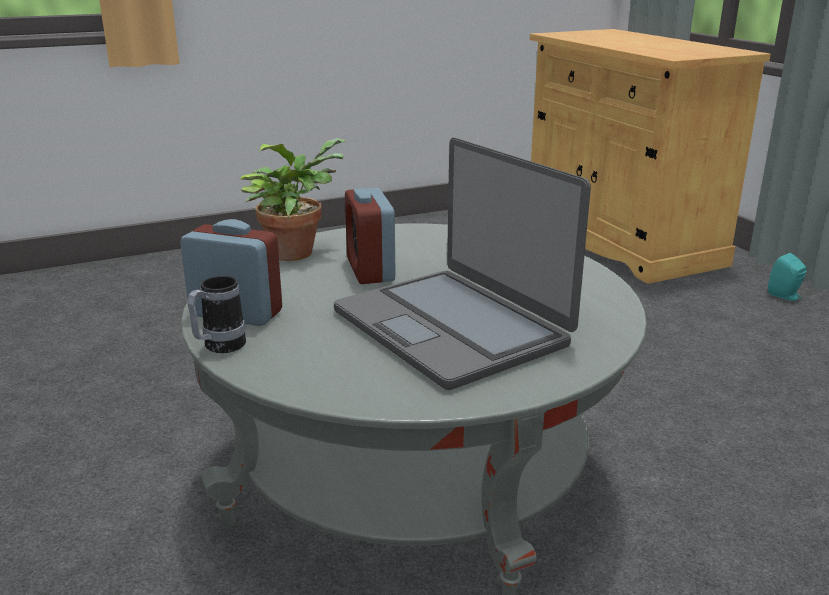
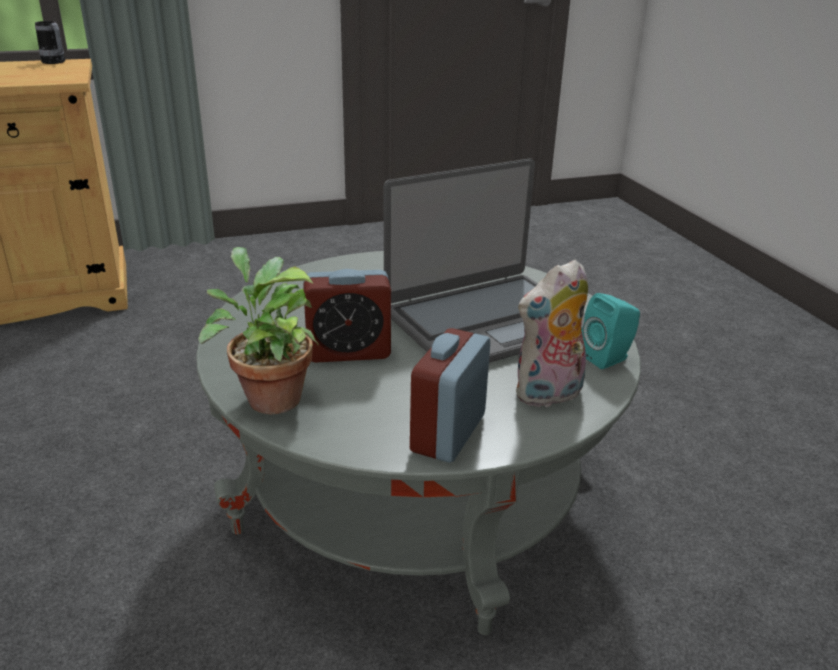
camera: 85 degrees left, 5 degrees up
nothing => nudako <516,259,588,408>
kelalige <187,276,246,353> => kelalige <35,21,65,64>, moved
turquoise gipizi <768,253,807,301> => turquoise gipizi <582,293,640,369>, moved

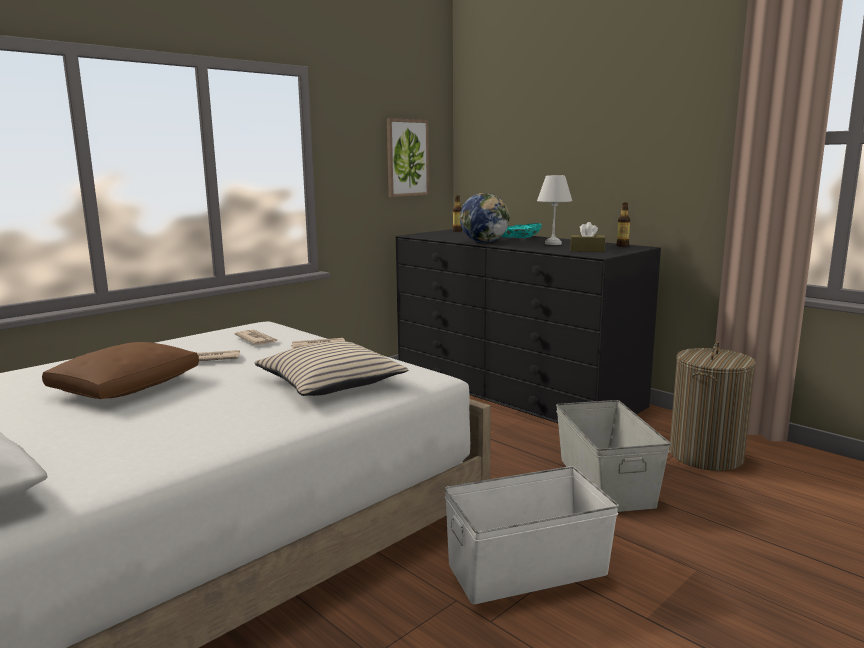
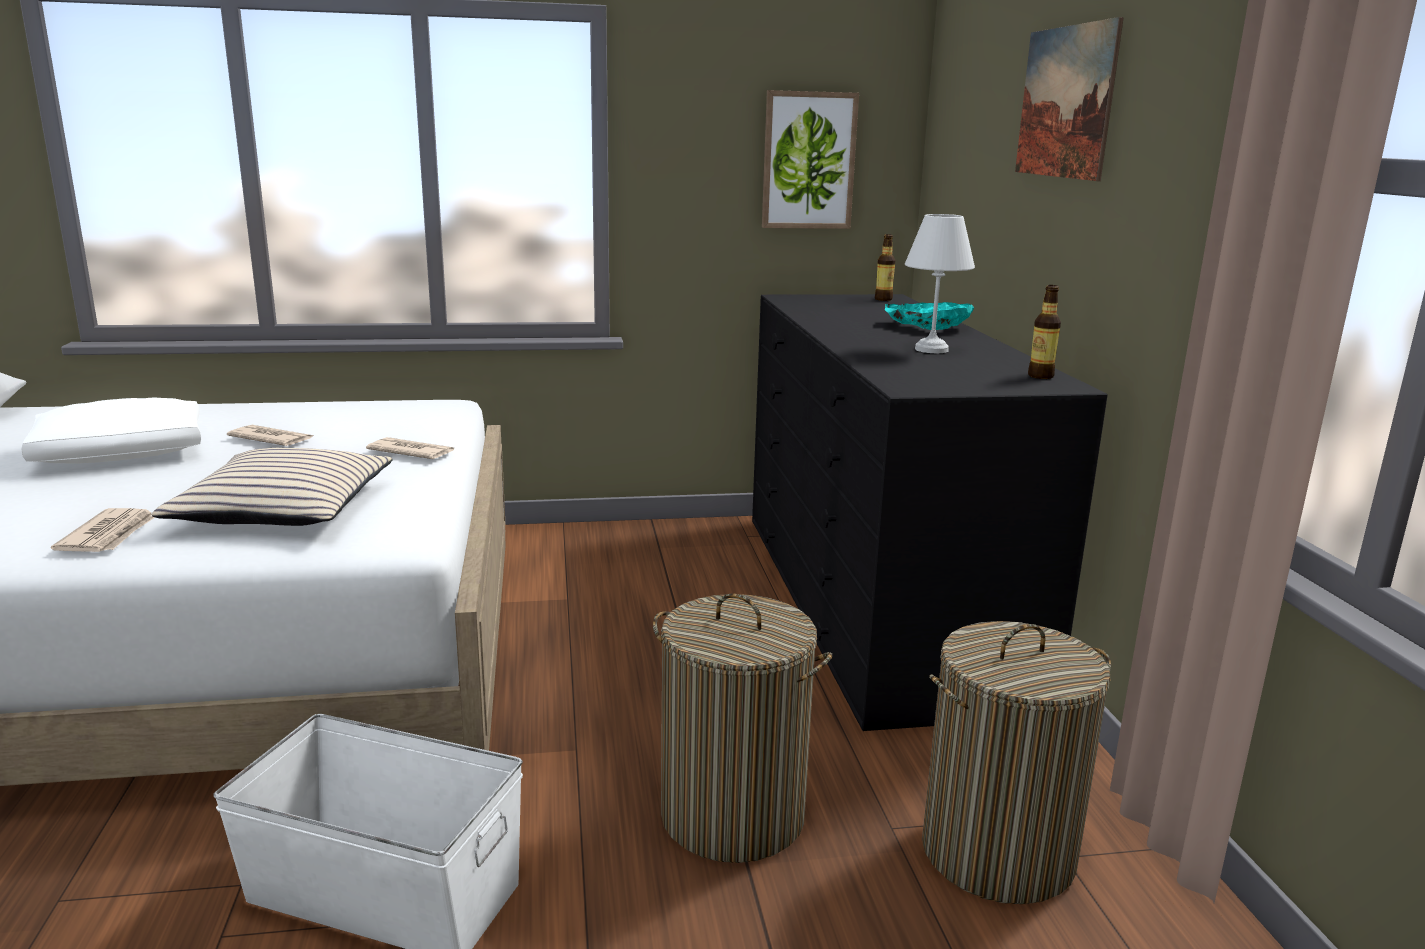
camera: 35 degrees right, 5 degrees up
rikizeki <460,193,510,243> => nothing
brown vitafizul <570,222,606,252> => nothing
nothing => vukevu <1015,17,1124,181>
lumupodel <234,330,278,345> => lumupodel <51,508,155,552>, moved
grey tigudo <556,400,671,512> => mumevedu <653,593,832,863>
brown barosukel <42,342,199,399> => white barosukel <21,397,201,464>

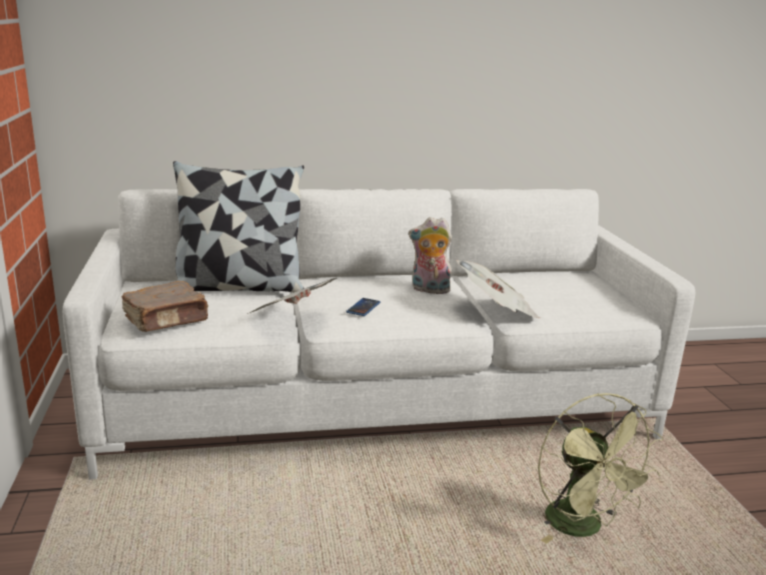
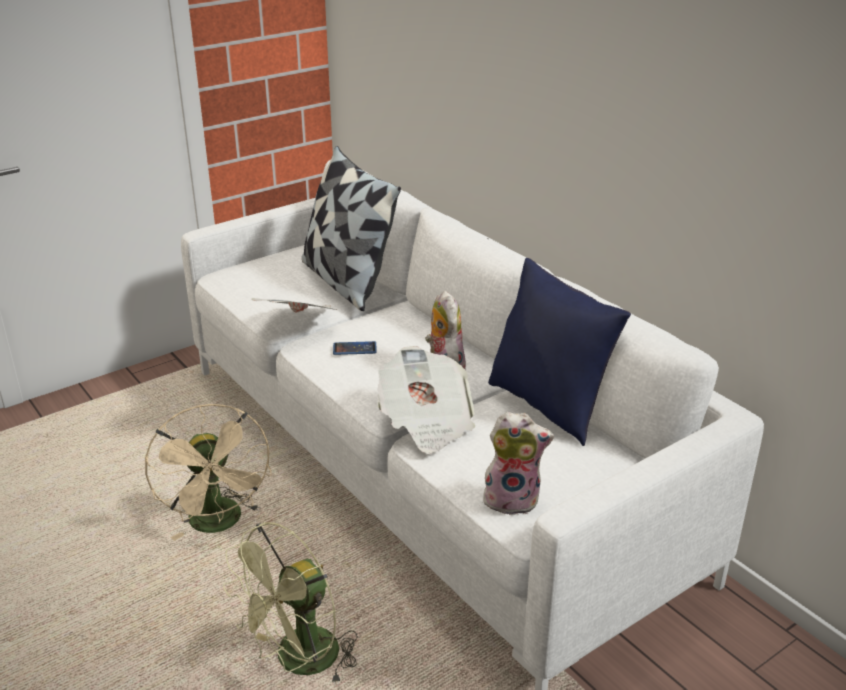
camera: 65 degrees right, 10 degrees up
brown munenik <121,281,209,332> => nothing
nothing => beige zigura <145,404,272,541>
nothing => nudako <483,412,554,515>
nothing => blue barosukel <488,258,631,446>

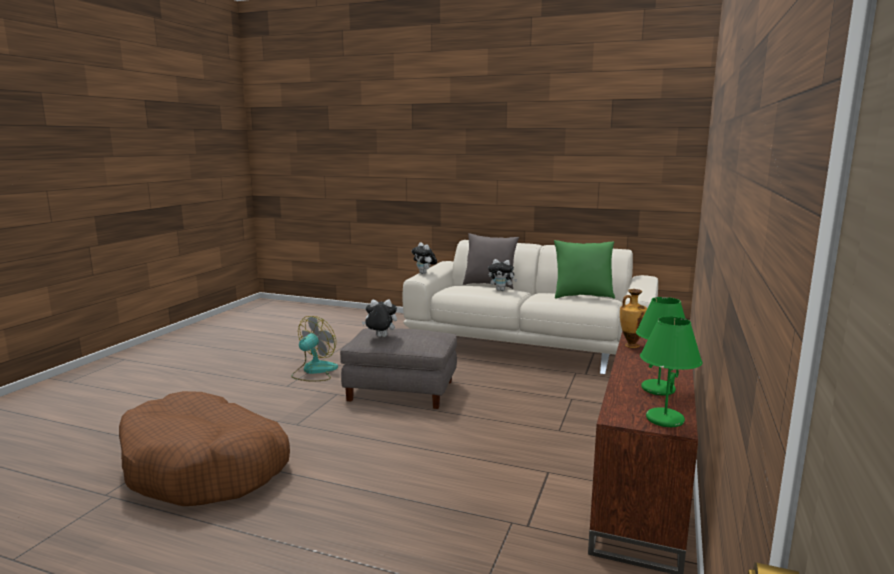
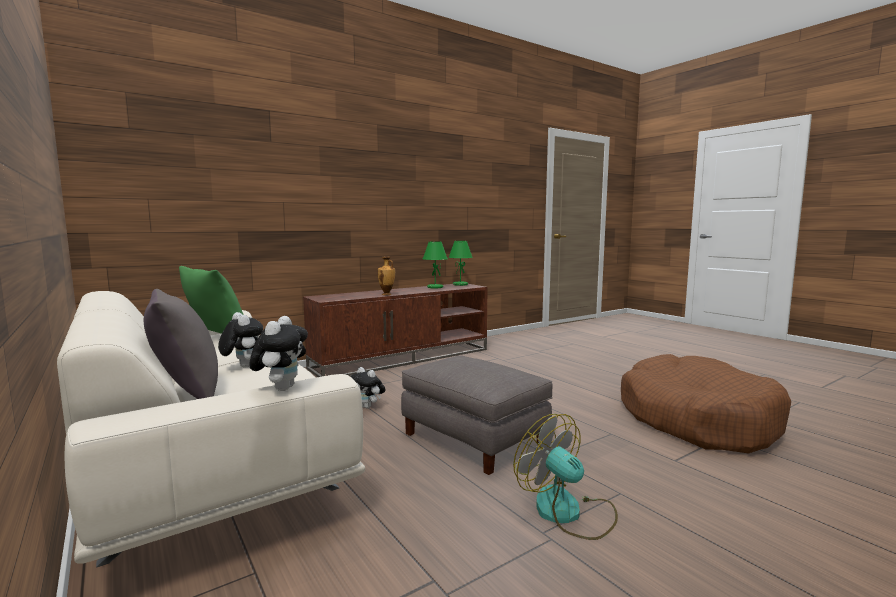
camera: 145 degrees left, 5 degrees down
nudako <362,299,397,337> => nudako <350,367,386,408>, moved
zigura <291,316,338,381> => zigura <513,414,618,540>, 75 degrees clockwise

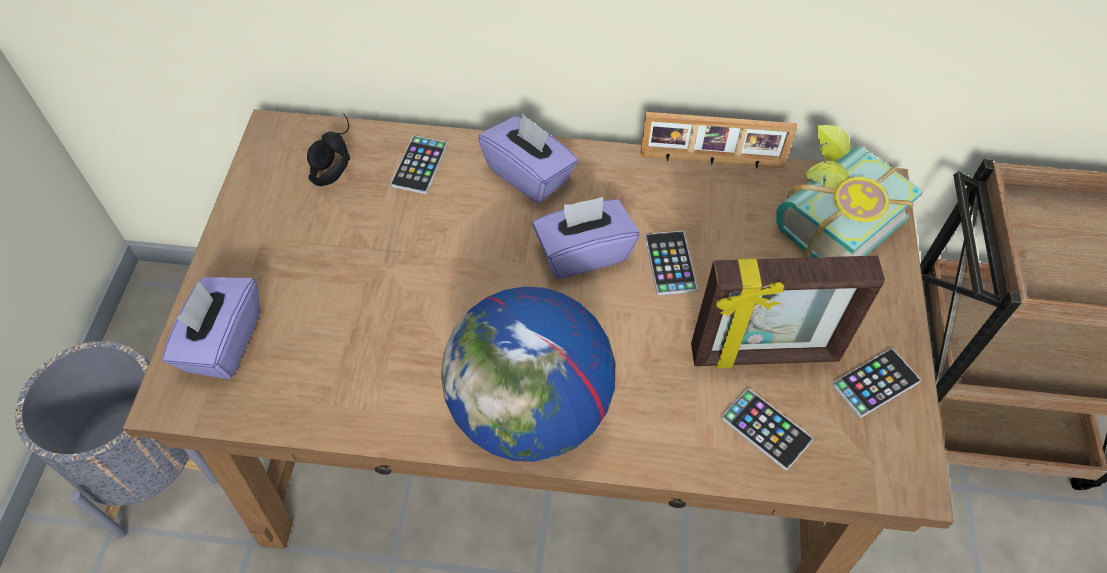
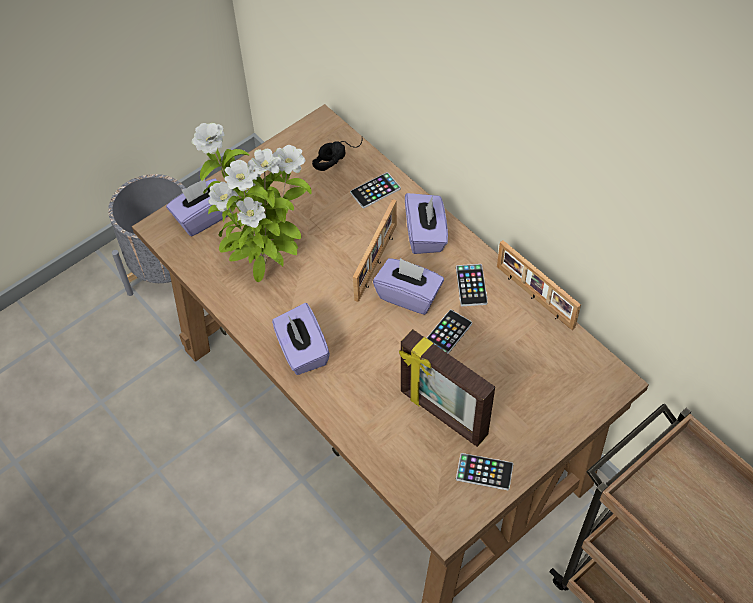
camera: 45 degrees right, 0 degrees up
munenik <776,125,924,258> => nothing
nothing => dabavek <191,123,312,282>
nothing => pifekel <353,199,397,302>
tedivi <721,389,813,470> => tedivi <456,264,488,306>, moved
rikizeki <441,287,615,462> => purple vitafizul <272,303,330,375>

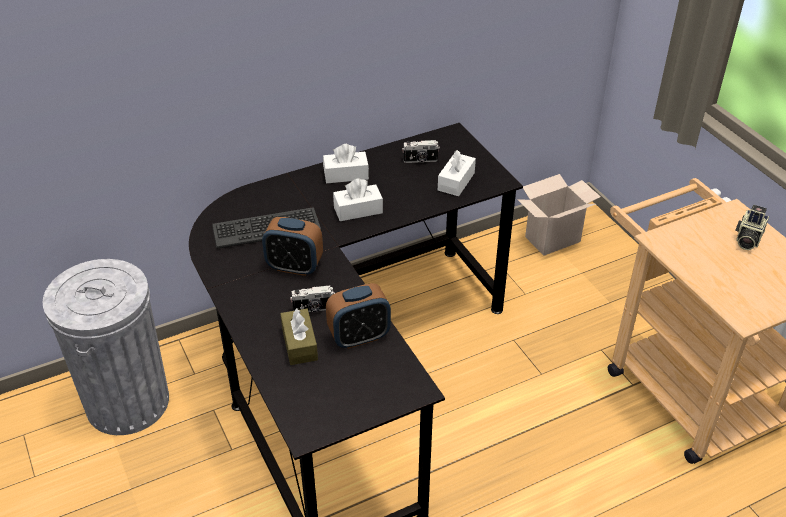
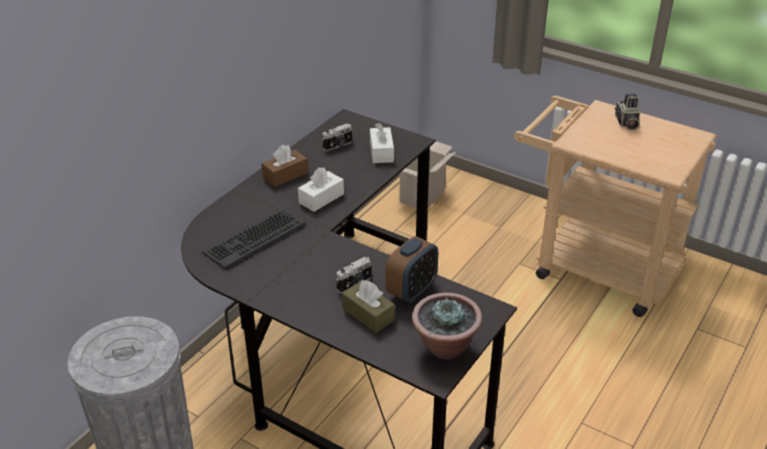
camera: 30 degrees left, 5 degrees down
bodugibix <262,217,323,276> => nothing
nothing => dabavek <412,293,482,359>
white vitafizul <323,144,369,183> => brown vitafizul <261,145,308,187>

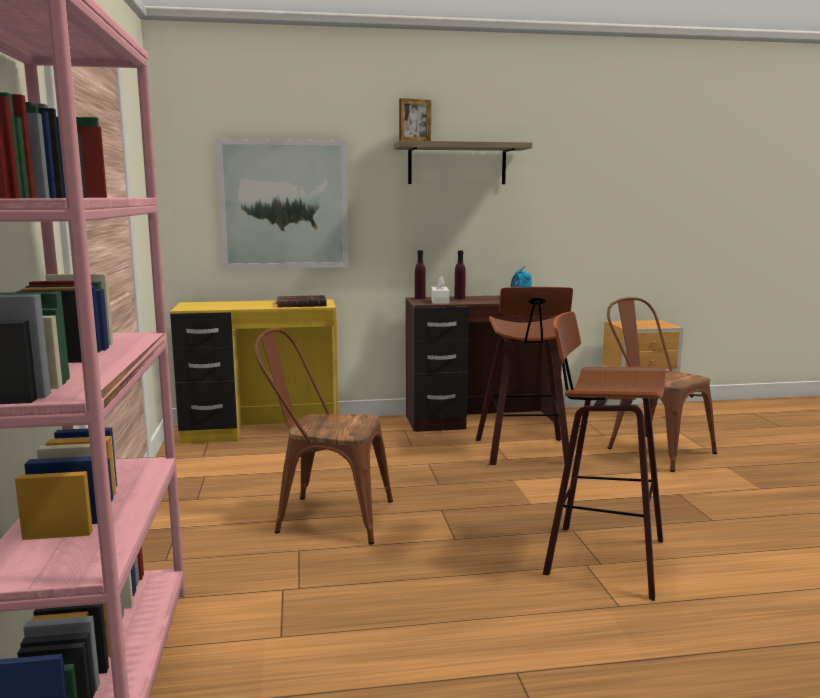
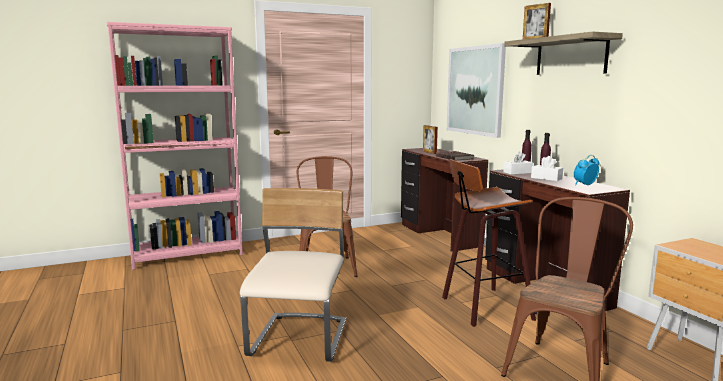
camera: 75 degrees right, 0 degrees up
nothing => pifekel <423,125,438,154>
nothing => white vitafizul <531,156,563,181>
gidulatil <543,312,666,601> => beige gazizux <240,188,346,362>
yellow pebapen <170,299,339,444> => brown pebapen <401,148,488,252>

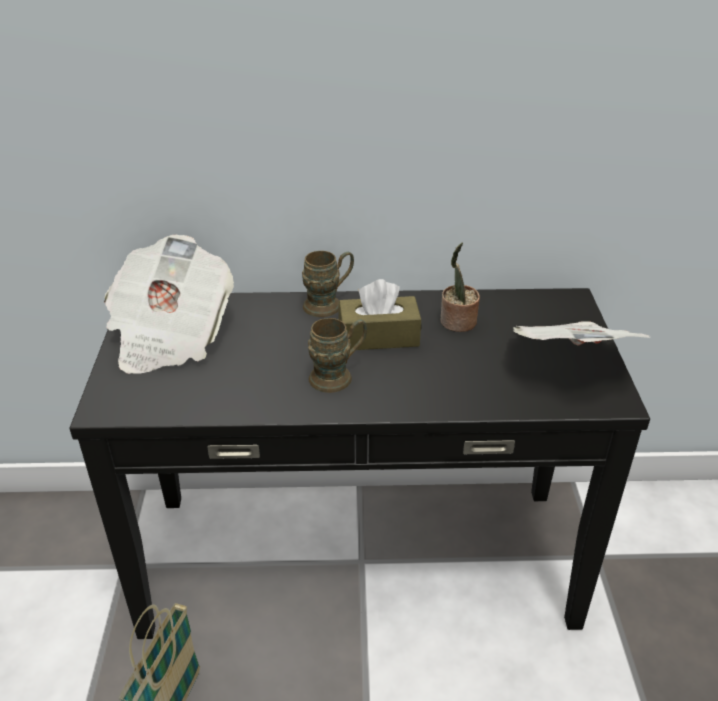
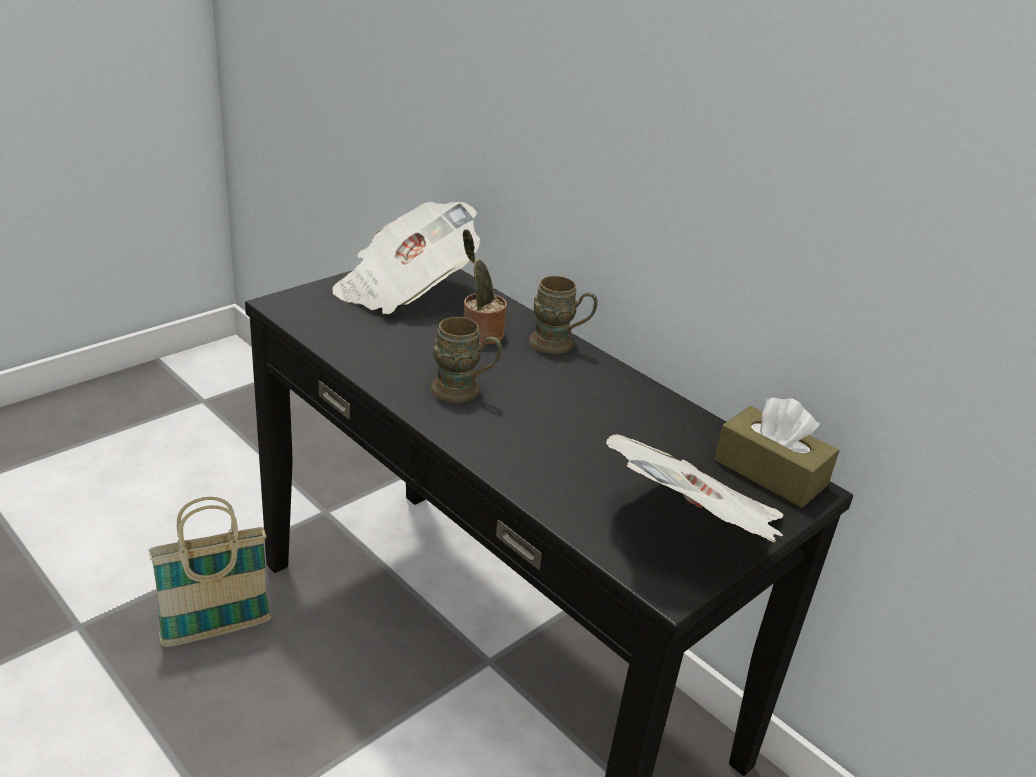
camera: 45 degrees right, 5 degrees down
brown vitafizul <338,279,421,350> => brown vitafizul <714,398,839,508>, moved
dabavek <441,242,480,332> => dabavek <463,229,507,345>, moved

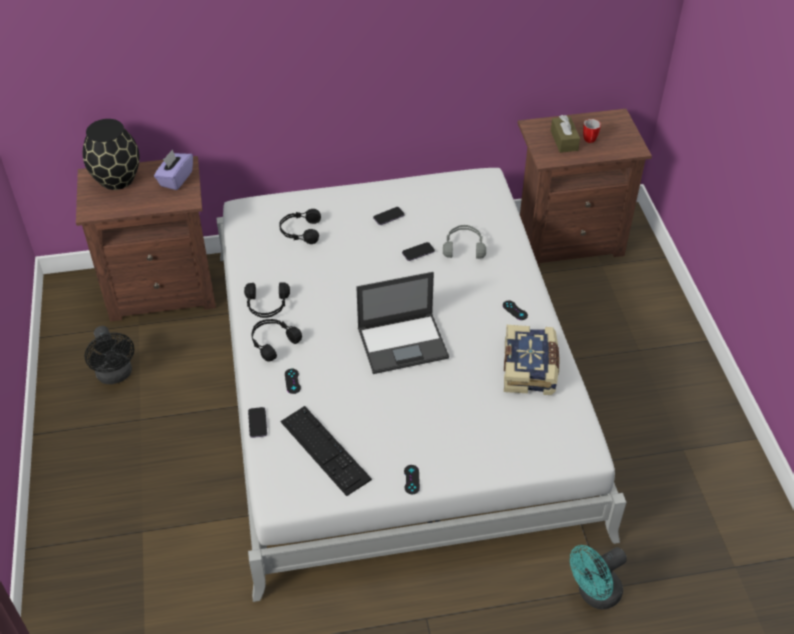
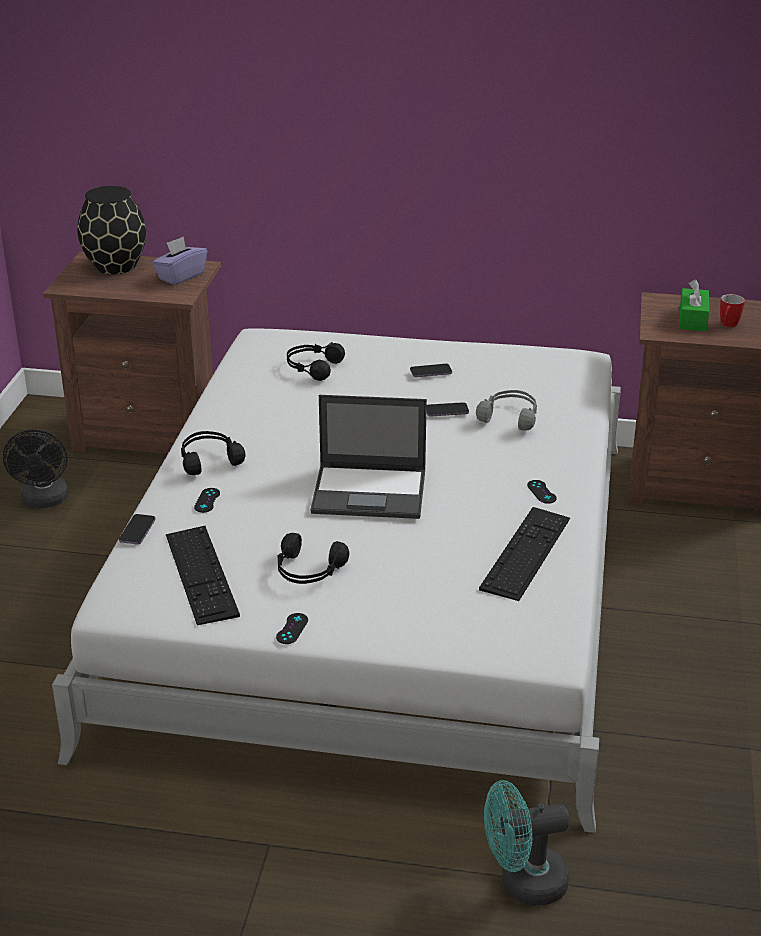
camera: 20 degrees right, 15 degrees down
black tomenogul <244,282,290,318> => black tomenogul <277,533,349,584>, moved
munenik <504,325,559,395> => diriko <479,507,570,601>
brown vitafizul <551,115,580,153> => green vitafizul <679,279,709,331>

